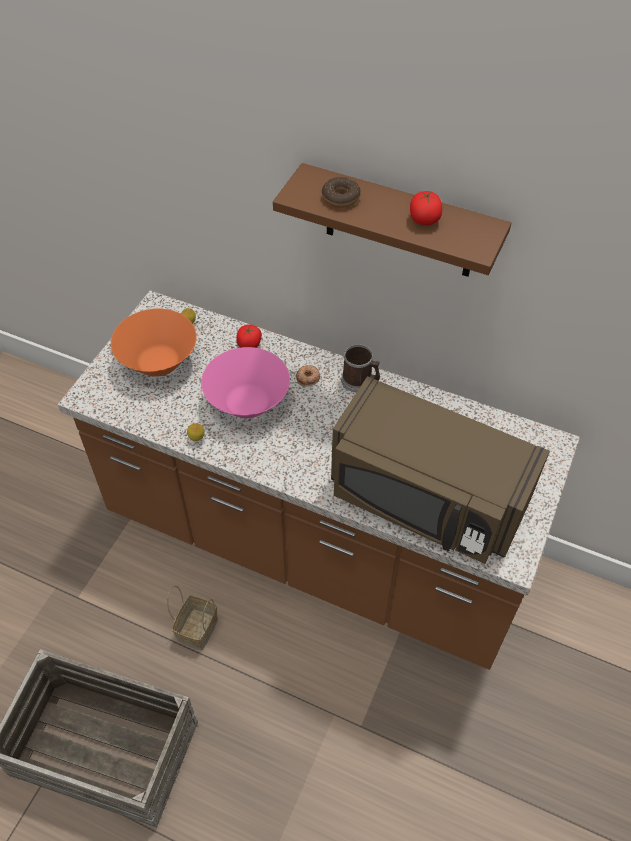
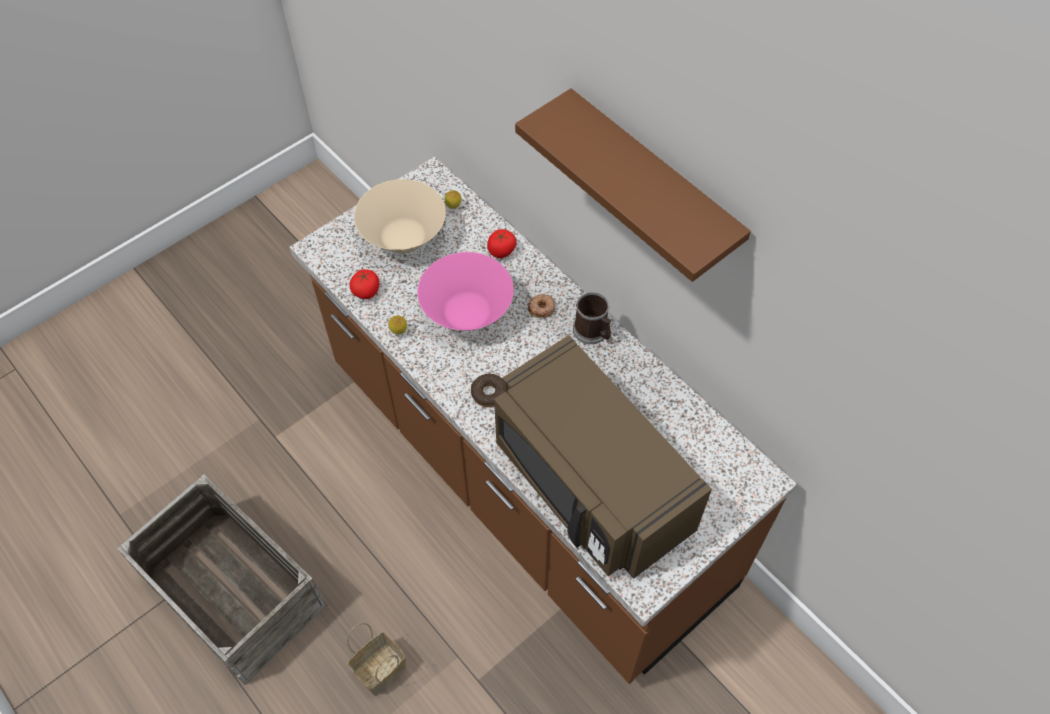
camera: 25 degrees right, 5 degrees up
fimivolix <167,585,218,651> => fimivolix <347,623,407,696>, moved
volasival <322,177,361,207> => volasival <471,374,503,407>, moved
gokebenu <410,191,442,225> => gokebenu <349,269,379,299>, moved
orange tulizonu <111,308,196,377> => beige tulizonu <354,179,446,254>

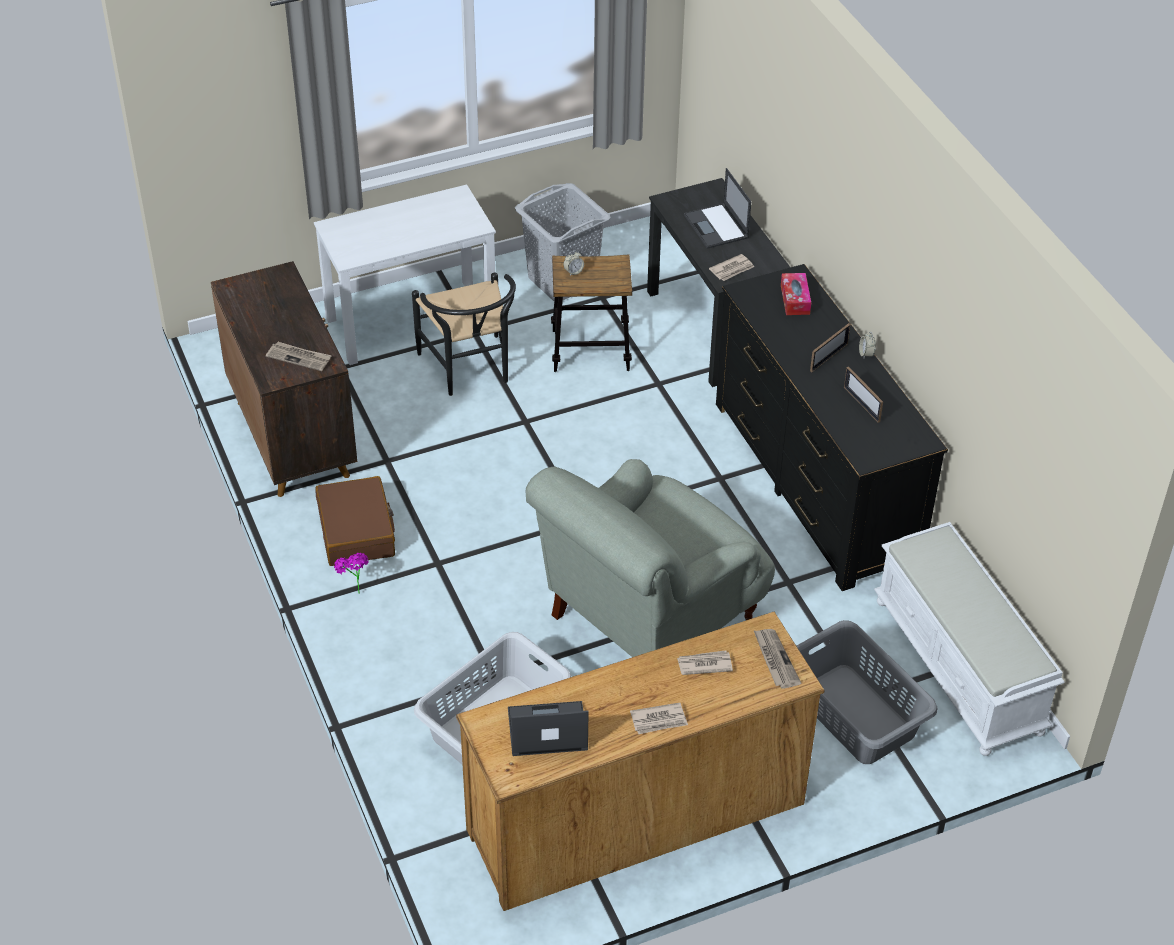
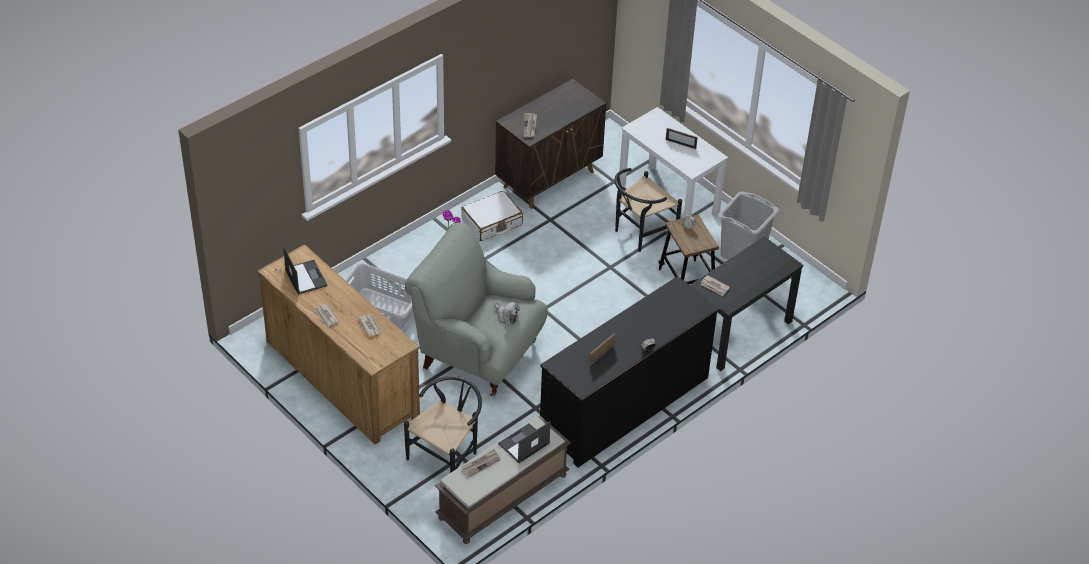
camera: 70 degrees right, 0 degrees up
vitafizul <781,273,811,315> => nothing
nothing => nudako <494,302,520,324>
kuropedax <684,168,751,249> => kuropedax <498,422,551,463>, moved
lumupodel <754,629,801,689> => lumupodel <461,449,501,478>, moved
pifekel <810,323,851,372> => pifekel <666,128,698,149>, moved
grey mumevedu <797,620,938,764> => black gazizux <404,376,482,473>
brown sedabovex <315,476,395,566> => white sedabovex <461,191,523,241>
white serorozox <874,522,1065,756> => brown serorozox <435,416,571,544>

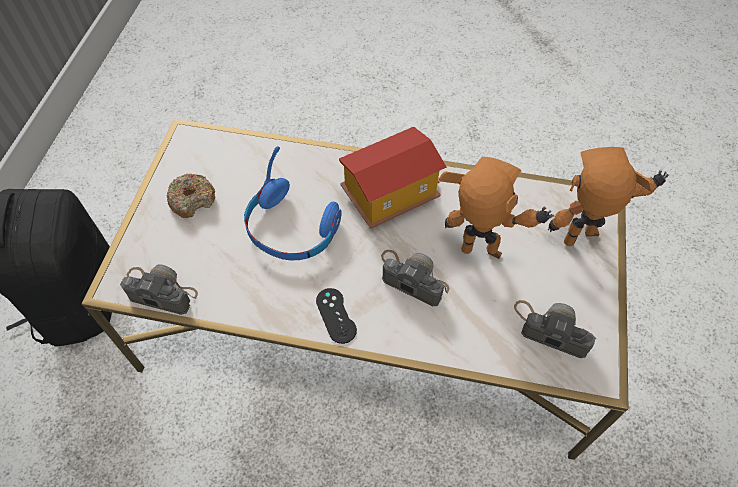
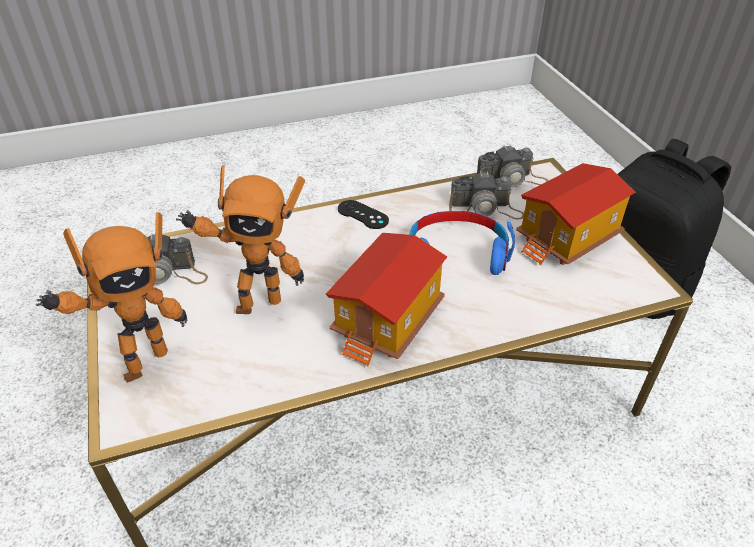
camera: 150 degrees right, 15 degrees down
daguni <381,250,449,306> => daguni <449,171,524,220>, moved
volasival <167,174,215,218> => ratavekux <516,163,636,265>

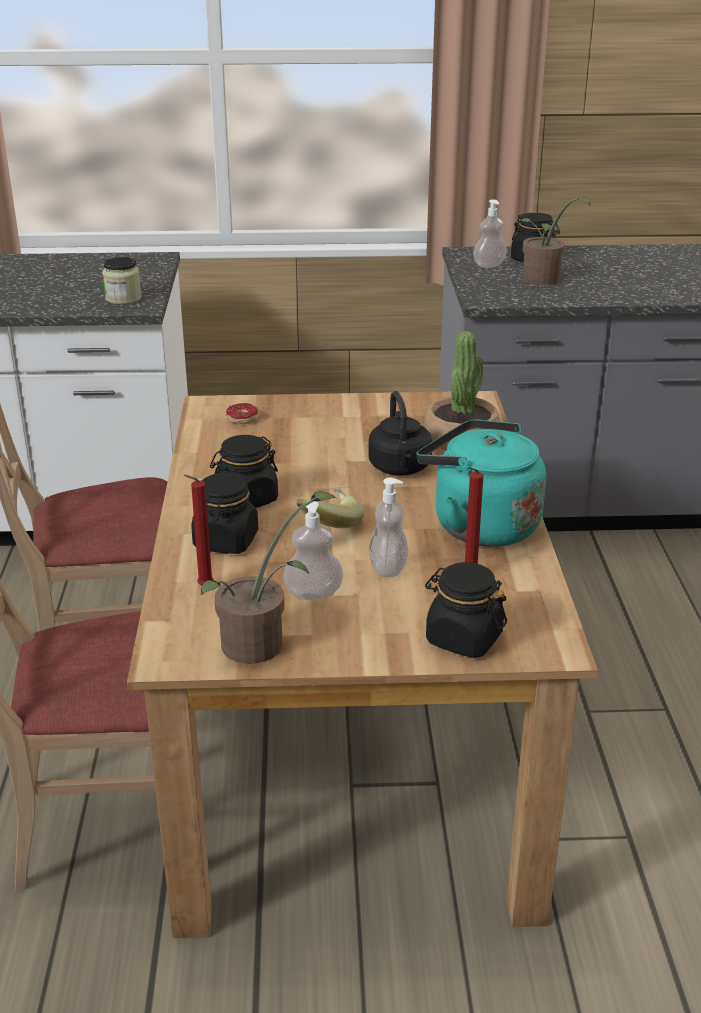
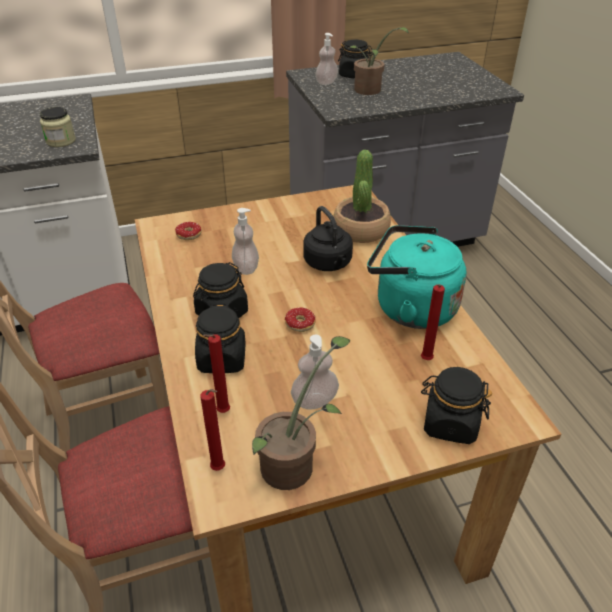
camera: 15 degrees left, 10 degrees up
nothing => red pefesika <200,389,225,471>
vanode <369,478,409,577> => vanode <232,208,259,275>, moved
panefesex <296,486,364,528> => volasival <285,307,315,332>

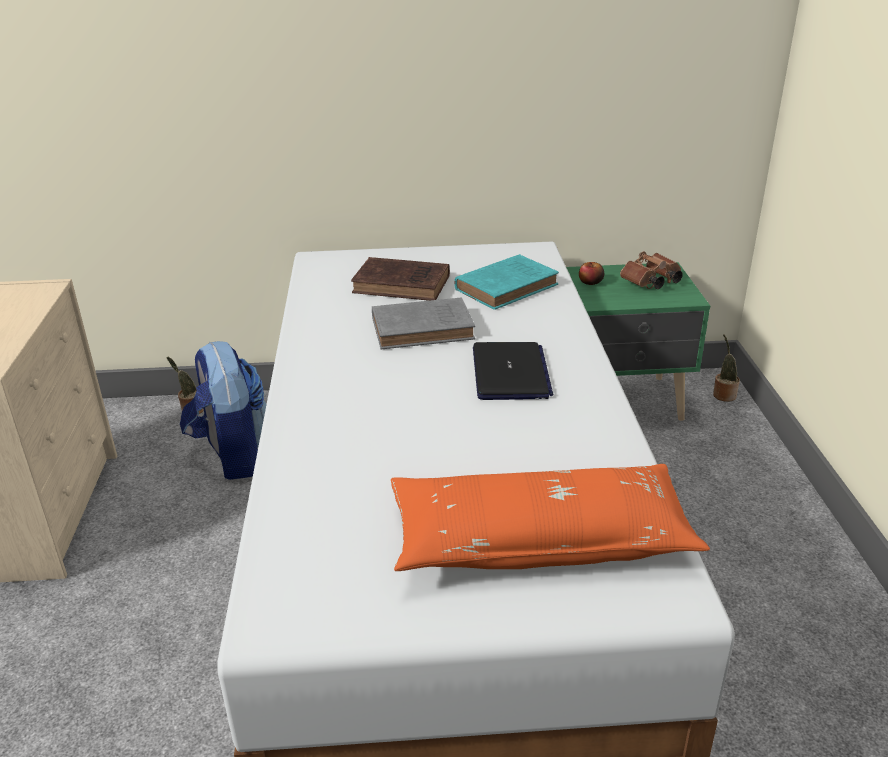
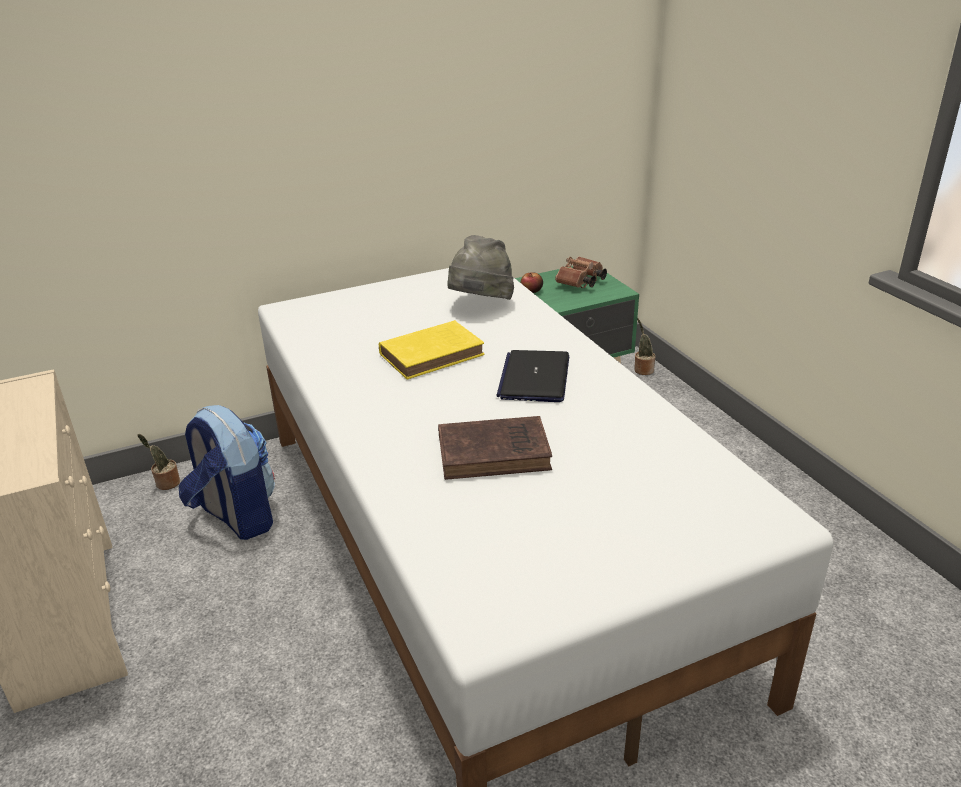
camera: 20 degrees left, 0 degrees up
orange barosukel <391,464,710,571> => nothing
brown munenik <351,257,450,301> => brown munenik <438,416,552,480>, moved
turquoise munenik <454,254,559,310> => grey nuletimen <447,235,514,300>
grey munenik <372,297,475,349> => yellow munenik <379,320,485,379>
kuropedax <473,342,553,400> => kuropedax <497,350,569,402>, 150 degrees counterclockwise

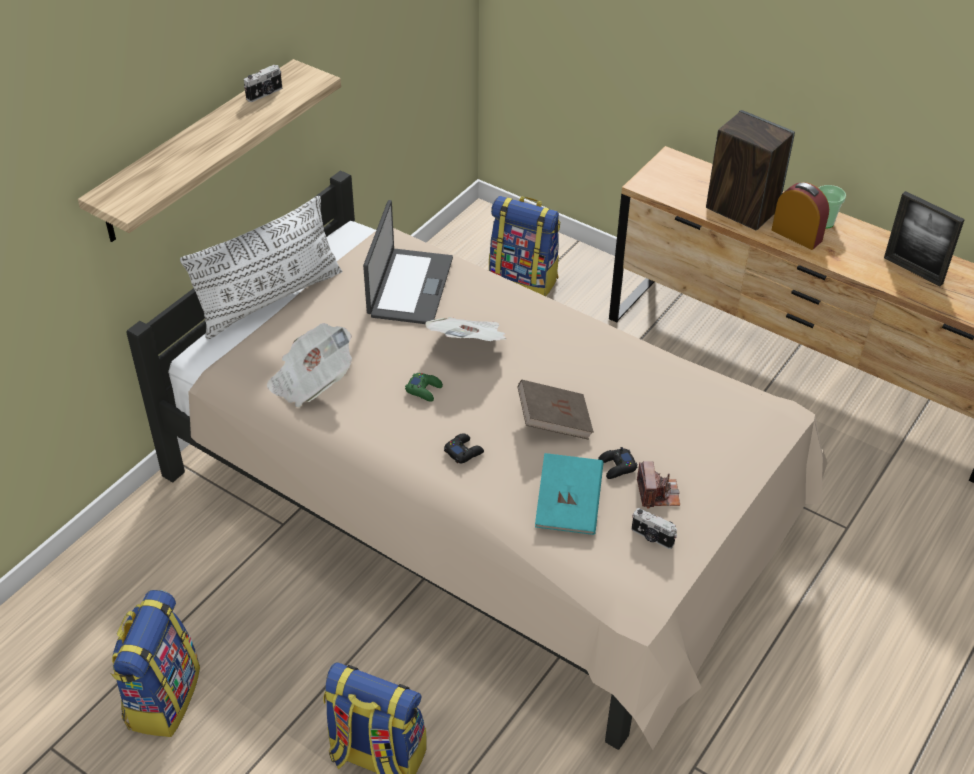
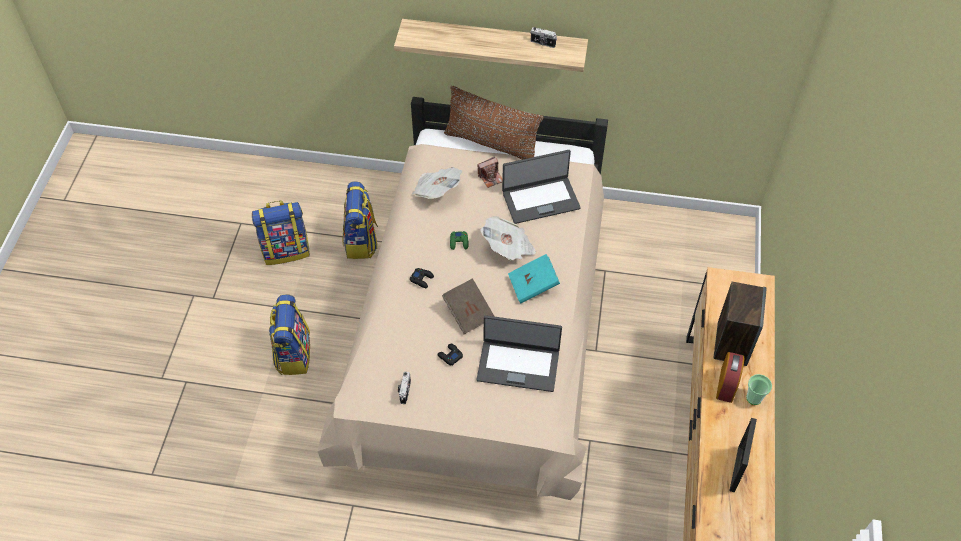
camera: 65 degrees right, 10 degrees up
nothing => kuropedax <476,315,562,392>
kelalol <489,196,560,296> => kelalol <342,182,378,259>, moved
turquoise munenik <535,453,604,535> => turquoise munenik <508,254,560,303>, moved
daguni <637,461,680,509> => daguni <478,157,502,188>, moved
white barosukel <180,196,343,339> => brown barosukel <444,86,544,160>

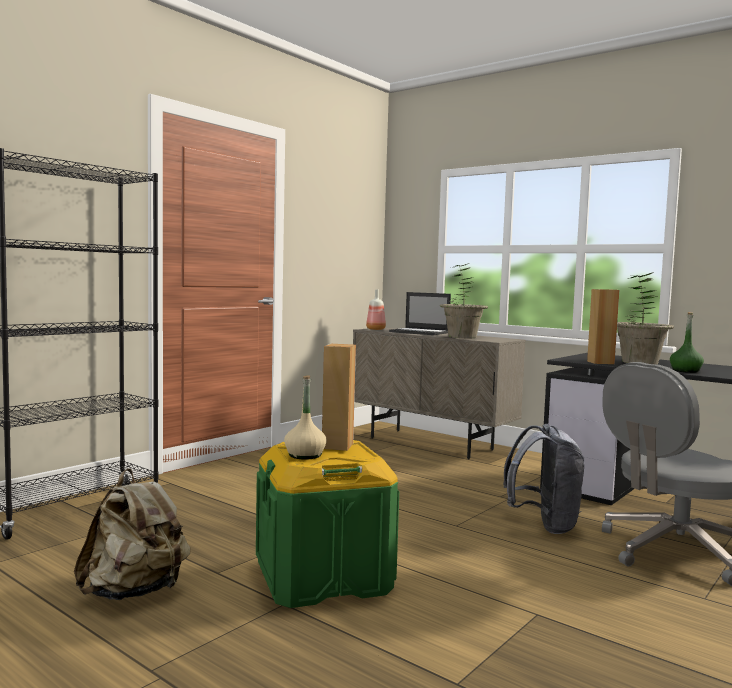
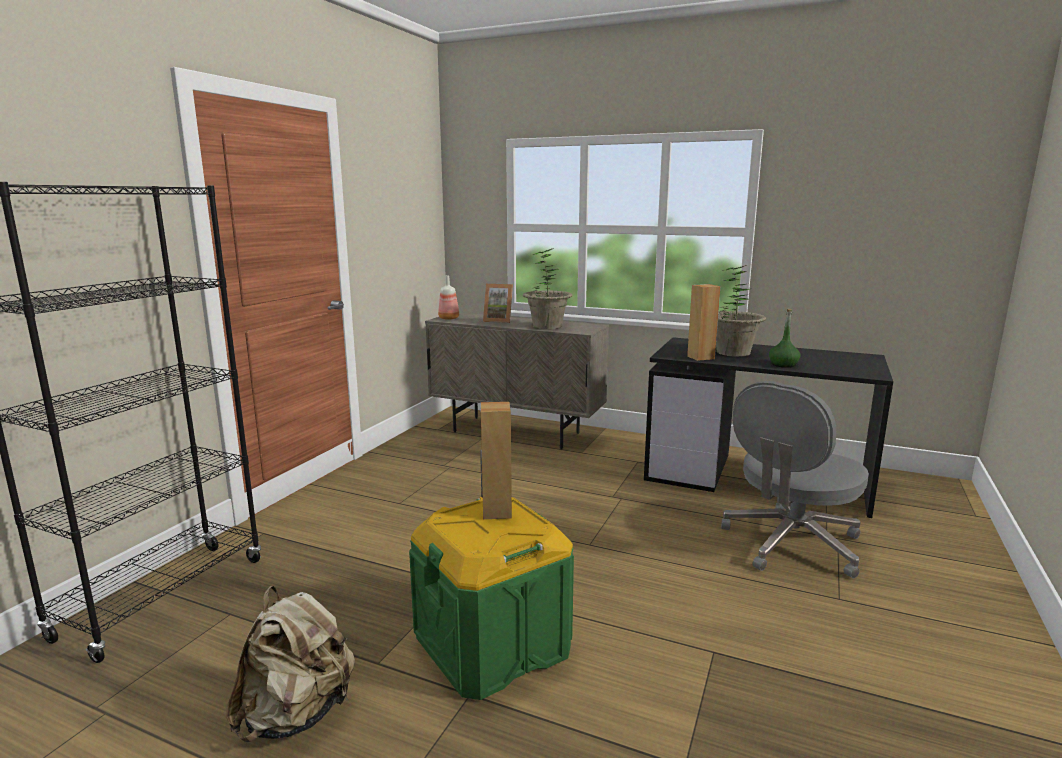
camera: 15 degrees left, 10 degrees up
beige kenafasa <284,375,327,460> => nothing
grey kelalol <503,424,584,534> => nothing
kuropedax <389,292,451,335> => pifekel <483,284,513,323>

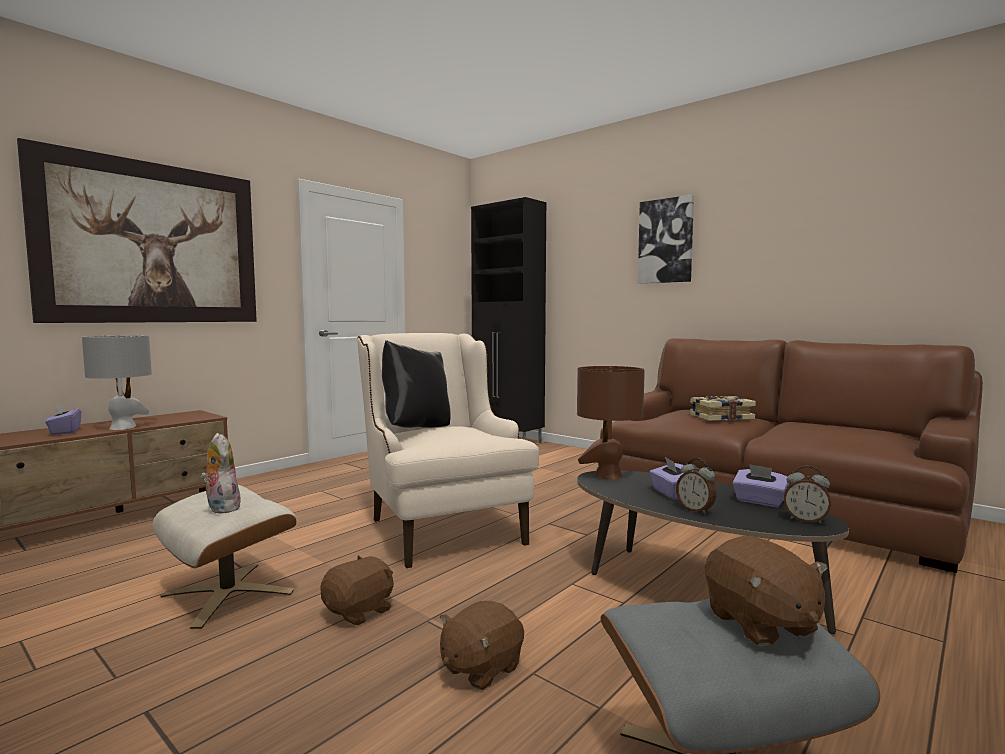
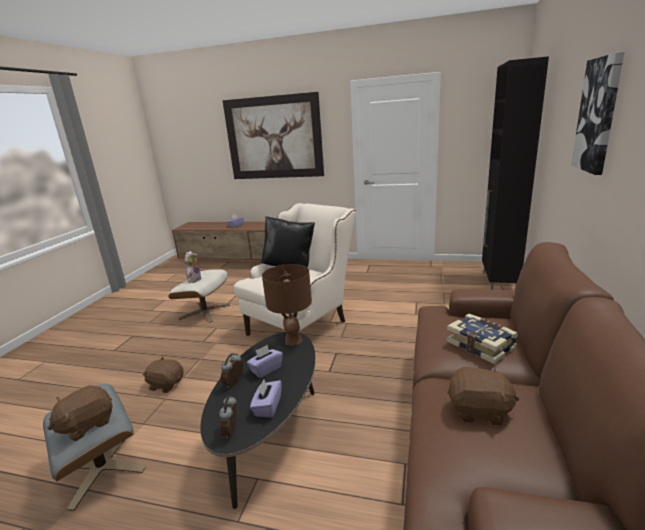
camera: 65 degrees right, 15 degrees up
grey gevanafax <82,335,152,430> => nothing
brown nudako <320,555,394,625> => brown nudako <447,367,520,426>, moved

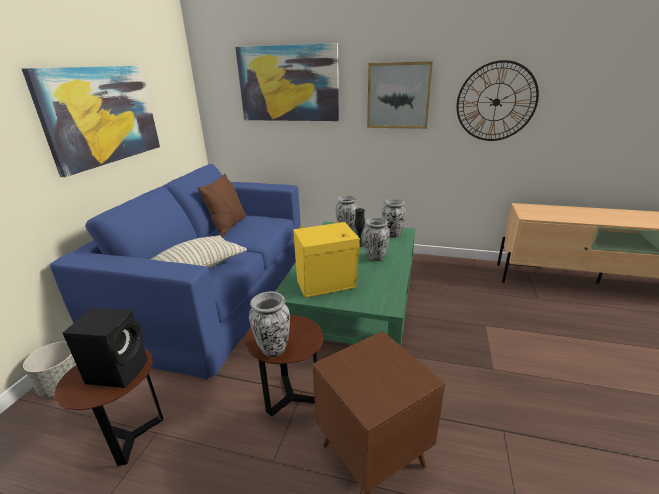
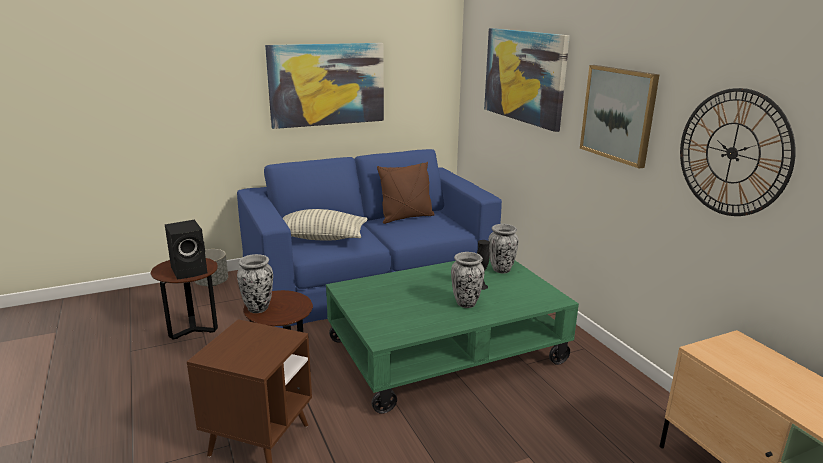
camera: 50 degrees right, 5 degrees down
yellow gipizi <293,220,360,298> => nothing
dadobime <382,199,406,238> => nothing

